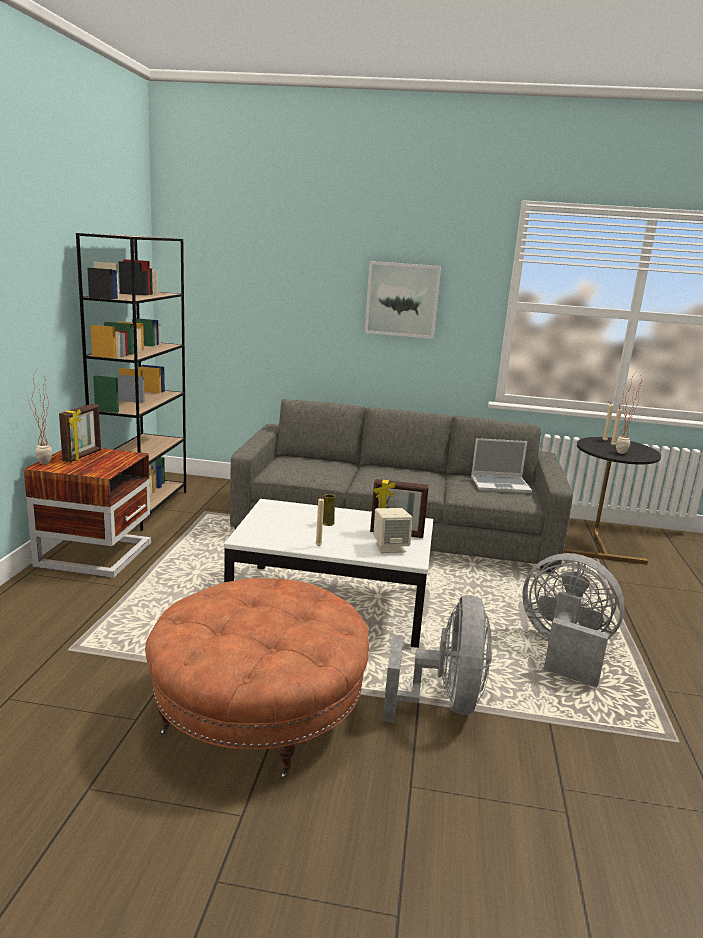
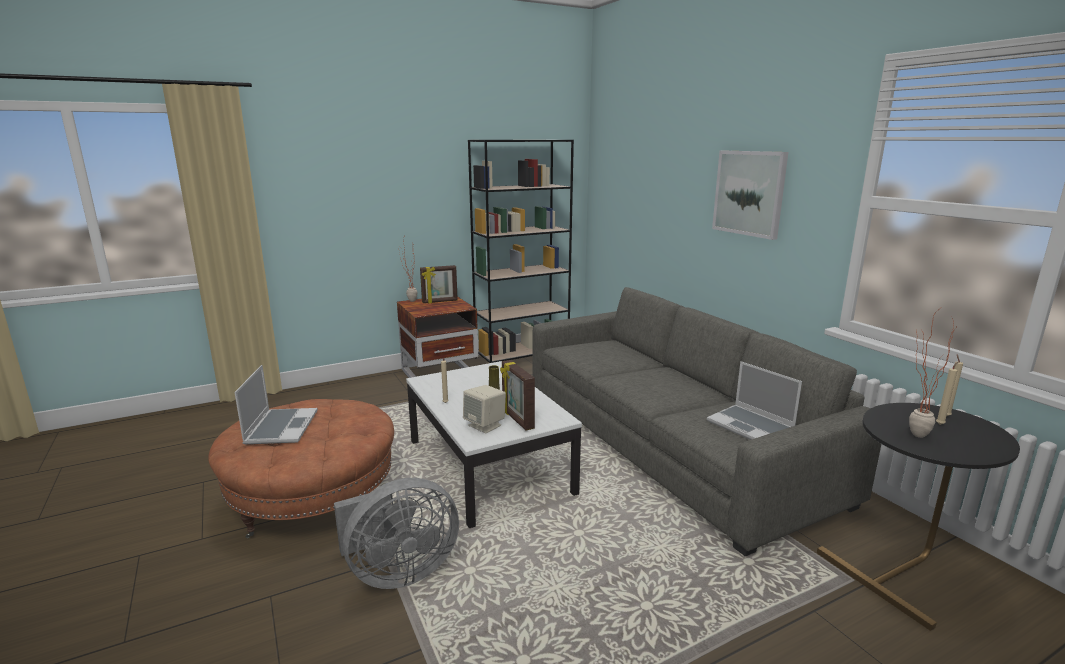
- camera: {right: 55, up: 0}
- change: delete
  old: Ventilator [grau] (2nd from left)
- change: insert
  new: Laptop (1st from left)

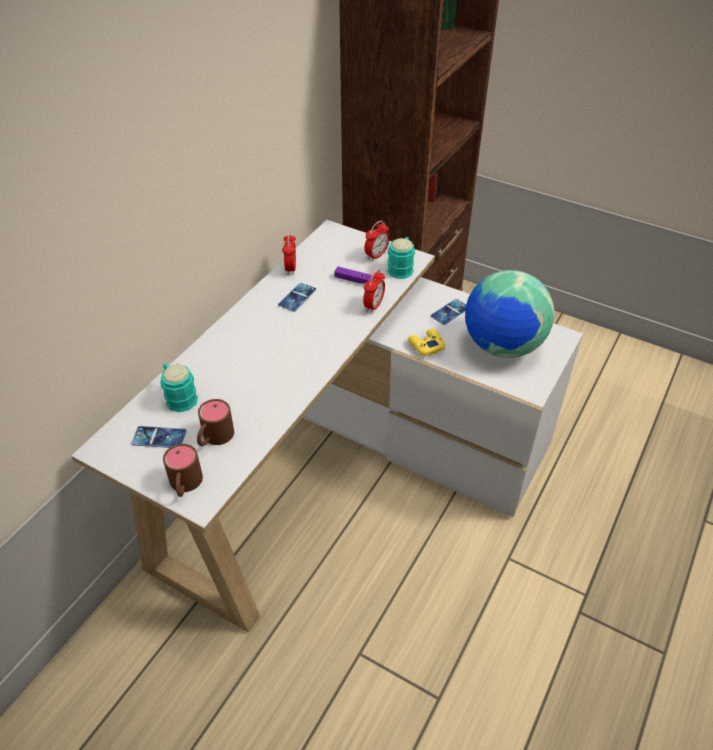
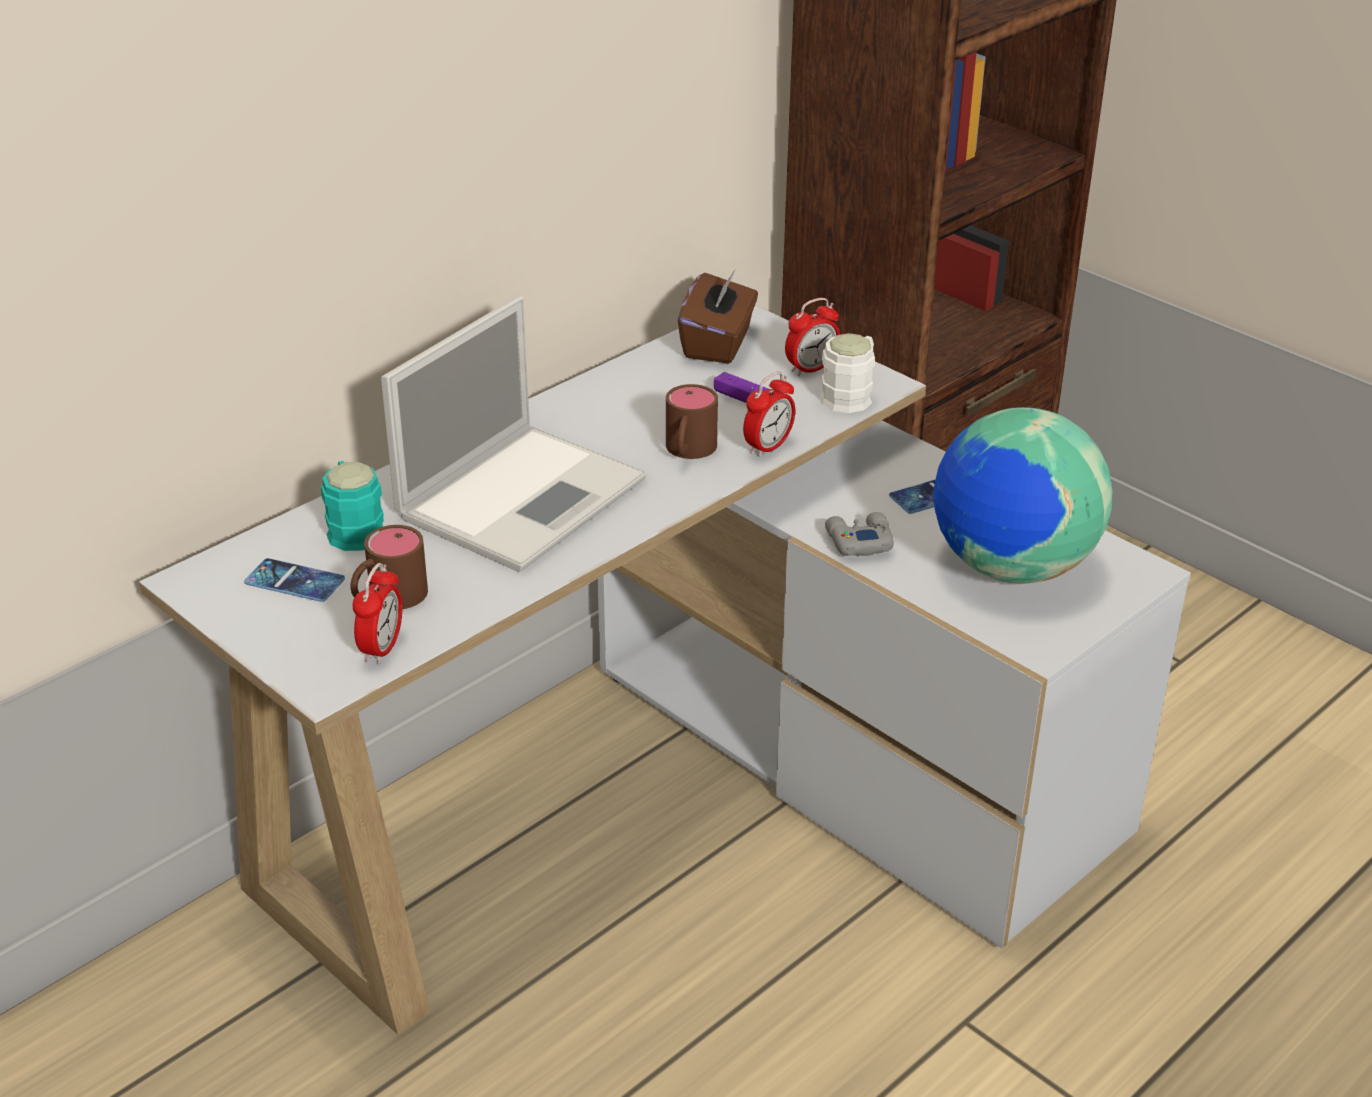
- camera: {right: 15, up: -10}
- change: move
  old: Henkelbecher [braun] (1st from left in the first image)
  new: Henkelbecher [braun] (2nd from left)
- change: delete
  old: Handy (2nd from left)
- change: move
  old: Wecker (1st from left)
- change: recolor
  old: Henkelbecher [türkis] (2nd from left)
  new: Henkelbecher [weiß]
- change: recolor
  old: Gamepad [gelb]
  new: Gamepad [grau]
- change: insert
  new: Laptop
- change: insert
  new: Taschentuchbox [braun]

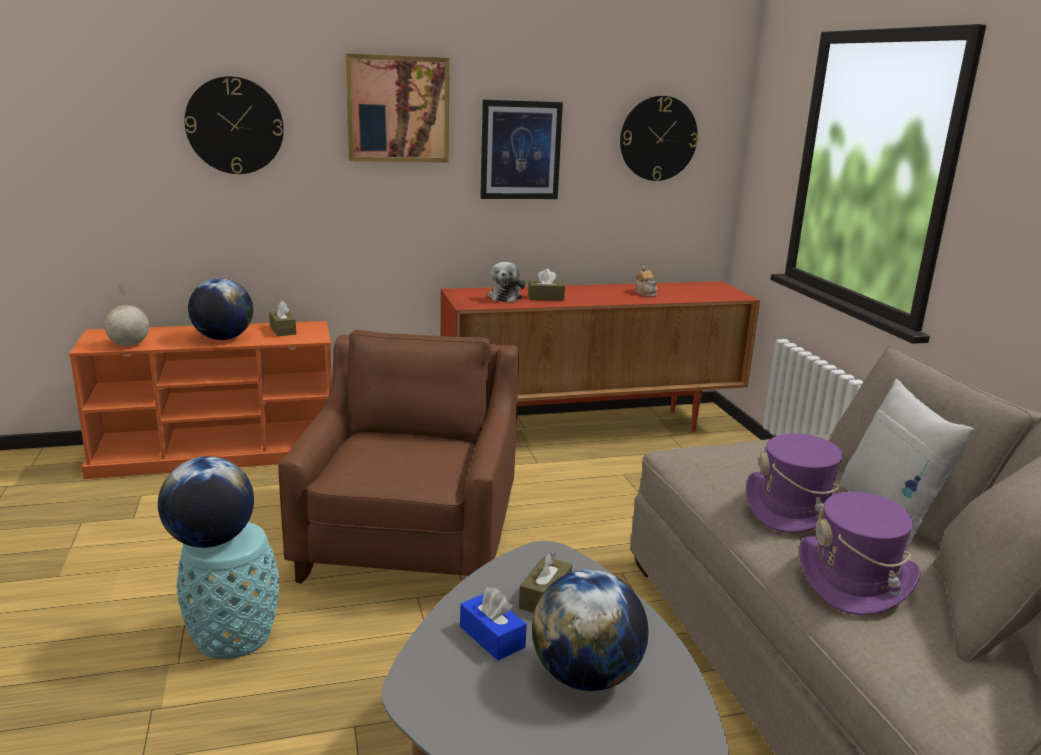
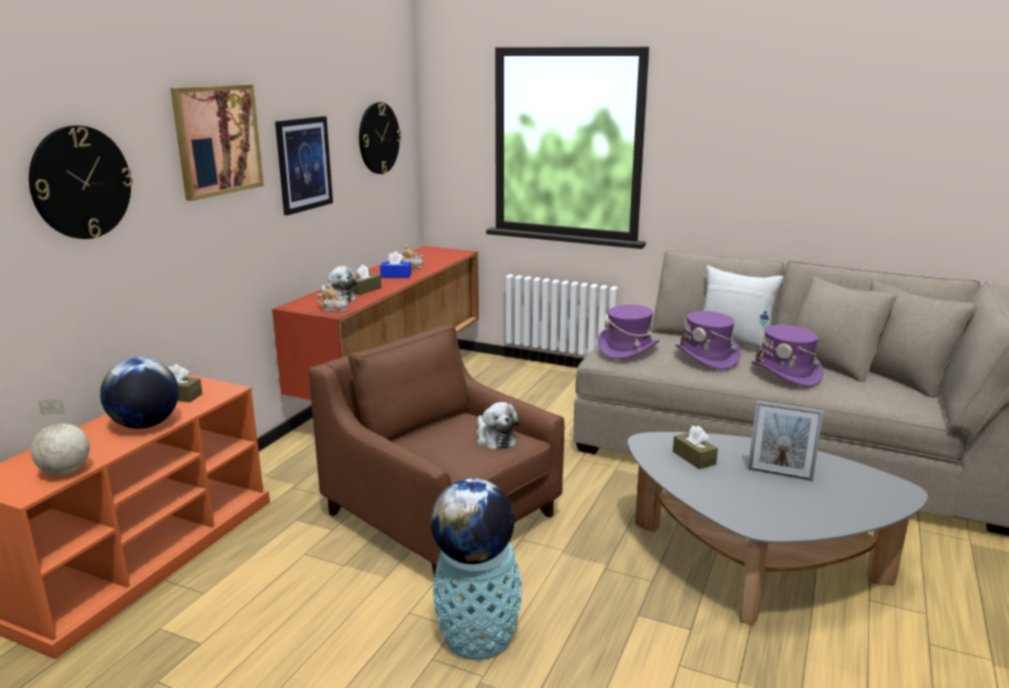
- camera: {right: -50, up: 0}
- change: move
  old: Taschentuchbox [blau]
- change: replace
  old: Globus (4th from left)
  new: Bilderrahmen
- change: insert
  new: Teekanne (1st from left)
- change: insert
  new: Plüschtier (2nd from left)
- change: insert
  new: Hut [lila] (1st from left)

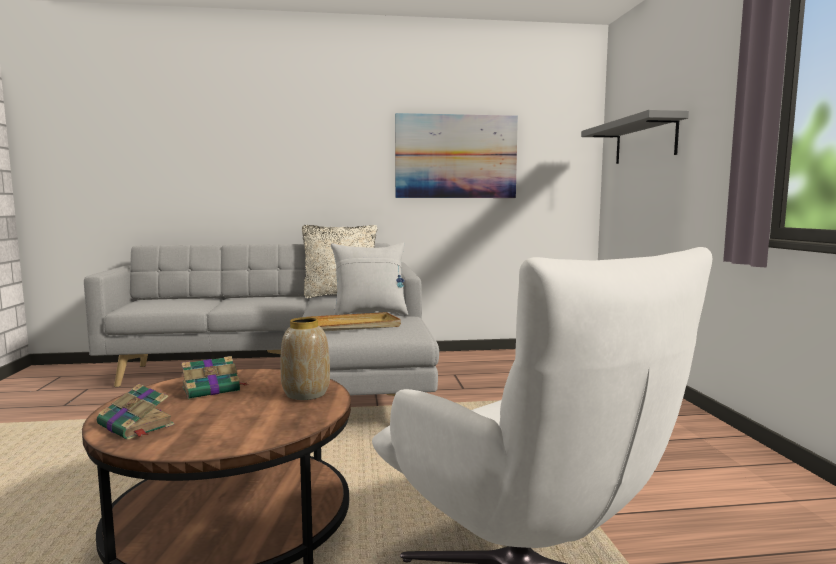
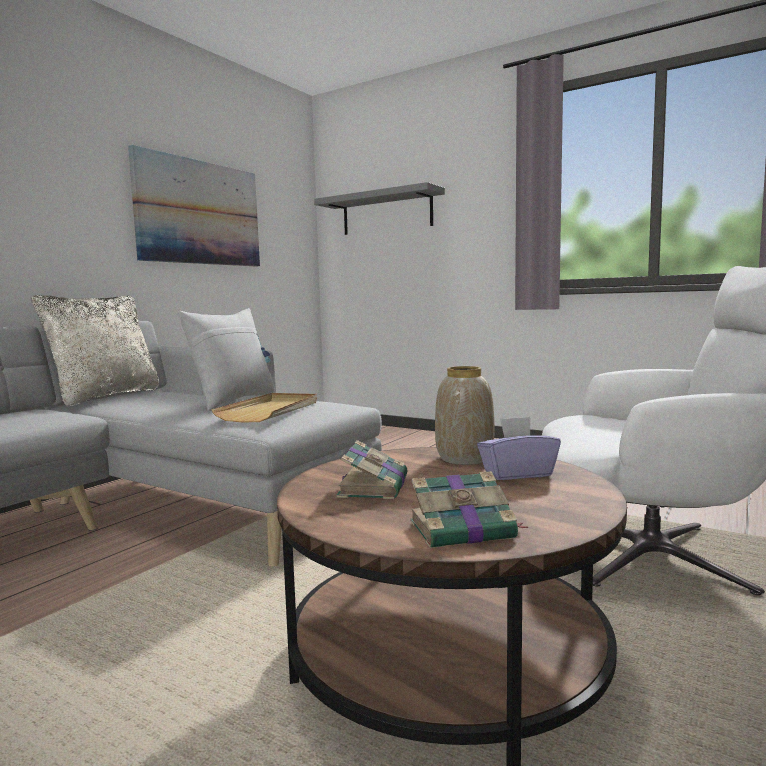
- camera: {right: -50, up: 0}
- change: insert
  new: Taschentuchbox [lila]

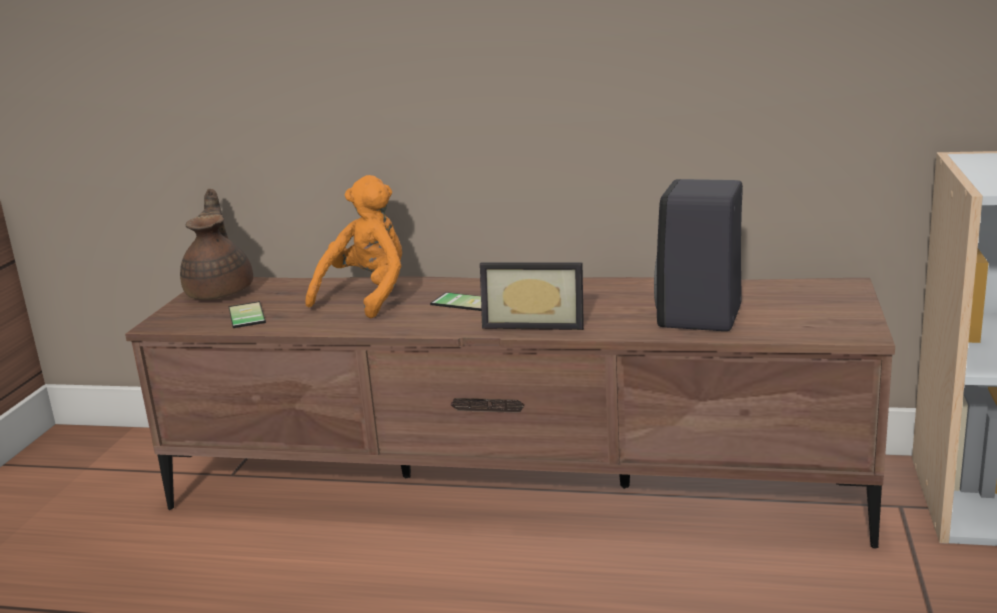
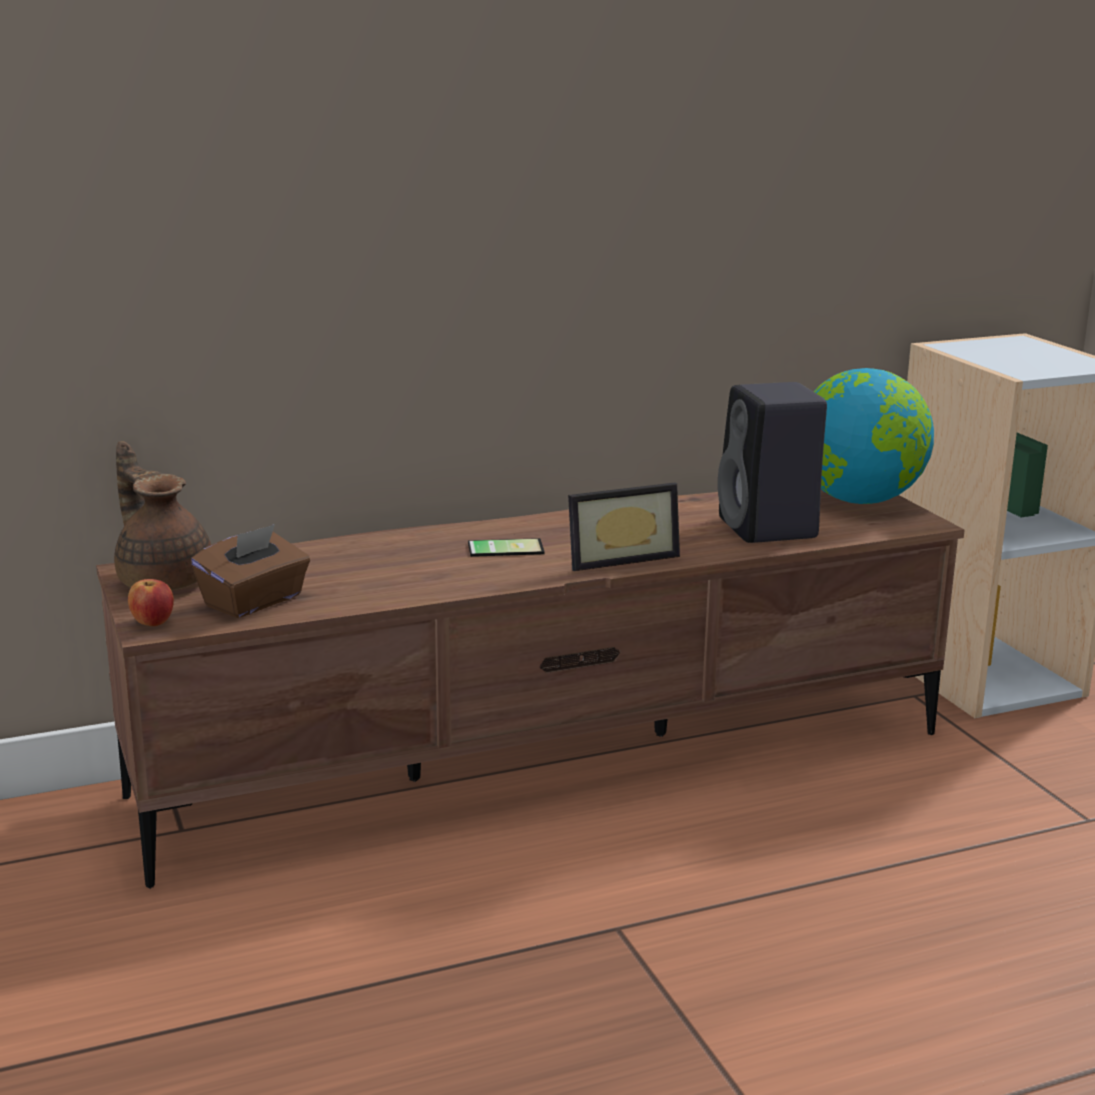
- camera: {right: -35, up: 0}
- change: replace
  old: Handy (1st from left)
  new: Taschentuchbox [braun]
- change: delete
  old: Plüschtier [orange]
- change: insert
  new: Apfel
- change: insert
  new: Globus

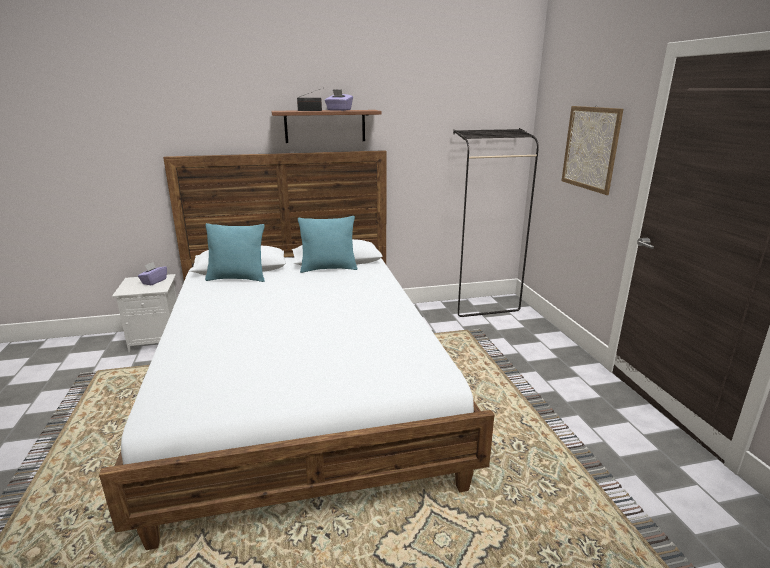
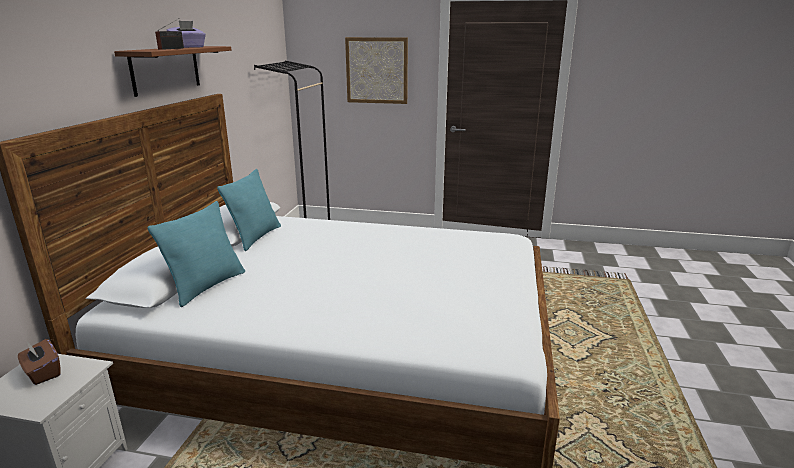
- camera: {right: -65, up: 0}
- change: recolor
  old: Taschentuchbox [lila] (1st from left)
  new: Taschentuchbox [braun]

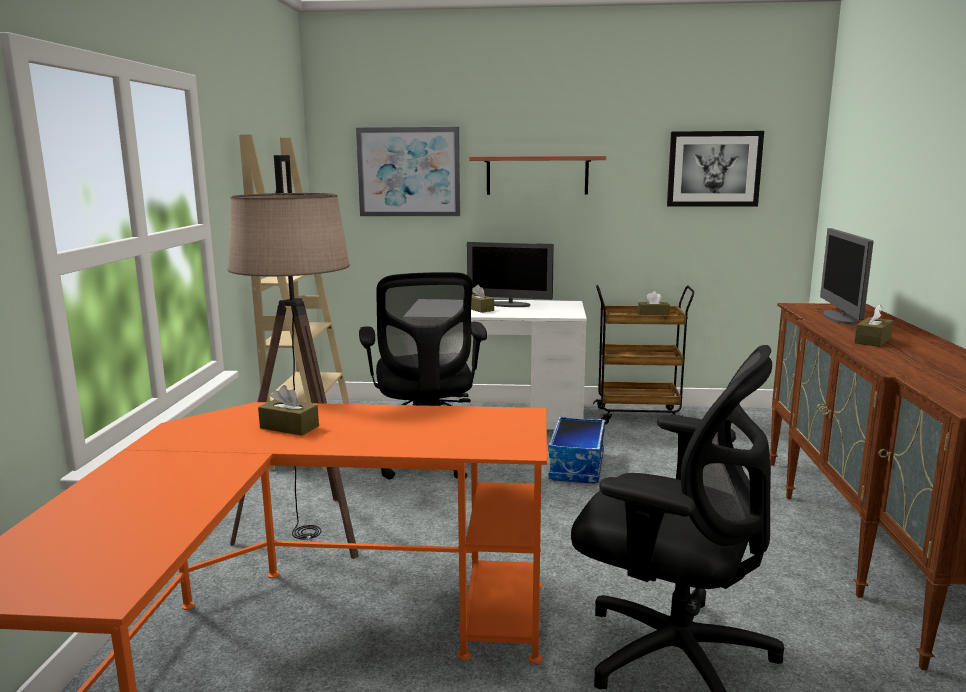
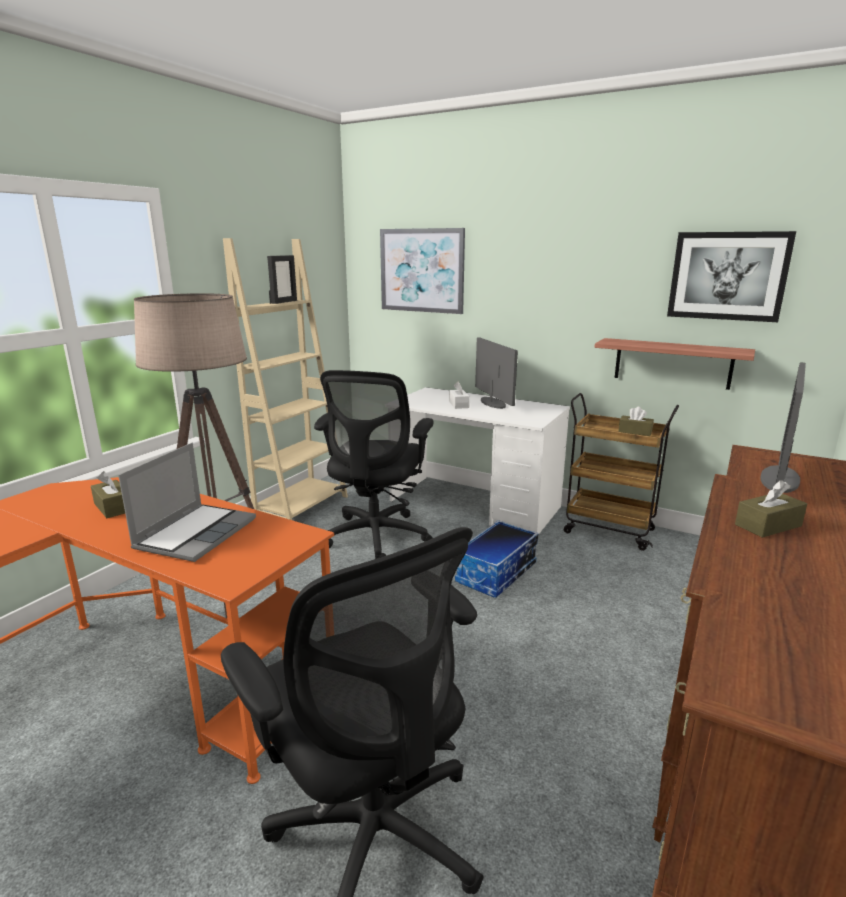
- camera: {right: 25, up: 5}
- change: rotate
  old: Monitor (1st from left)
  degrees: -150
- change: move
  old: Wandregal
- change: recolor
  old: Taschentuchbox [braun] (2nd from left)
  new: Taschentuchbox [weiß]
- change: insert
  new: Laptop

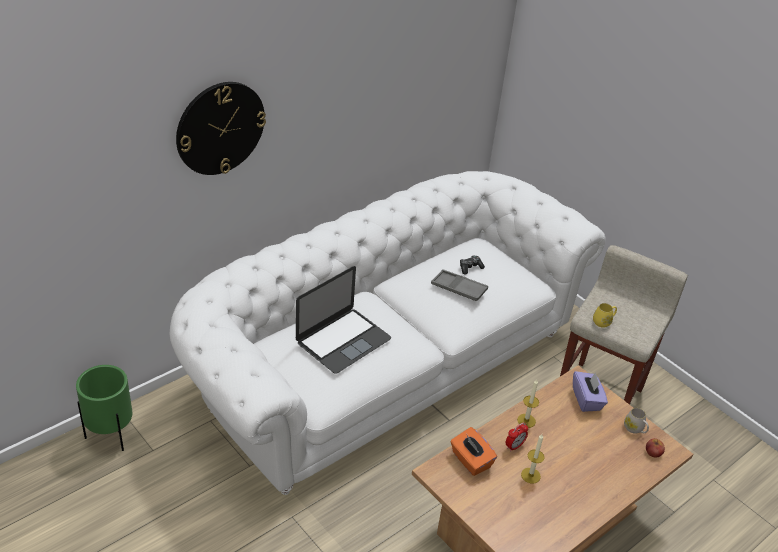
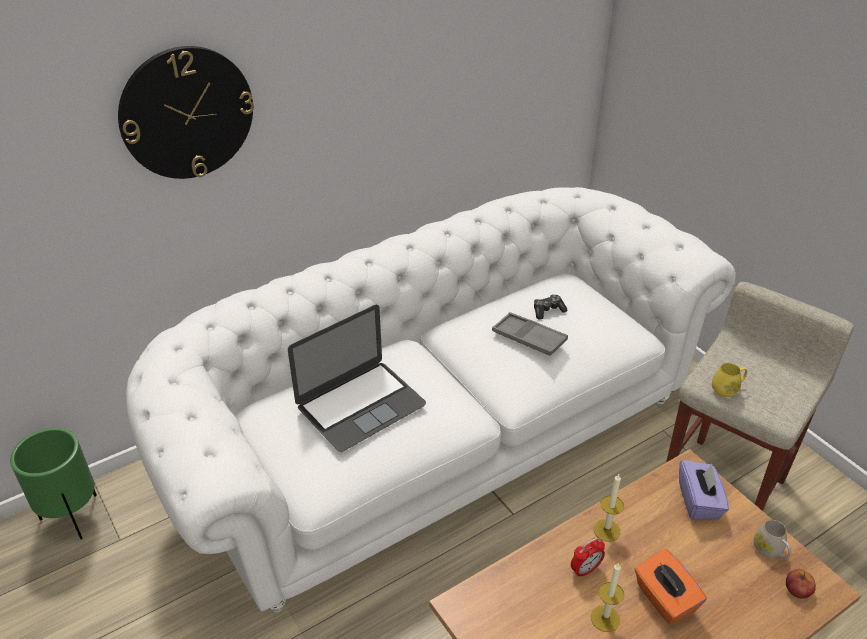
- camera: {right: 10, up: 0}
- change: move
  old: Taschentuchbox [orange]

